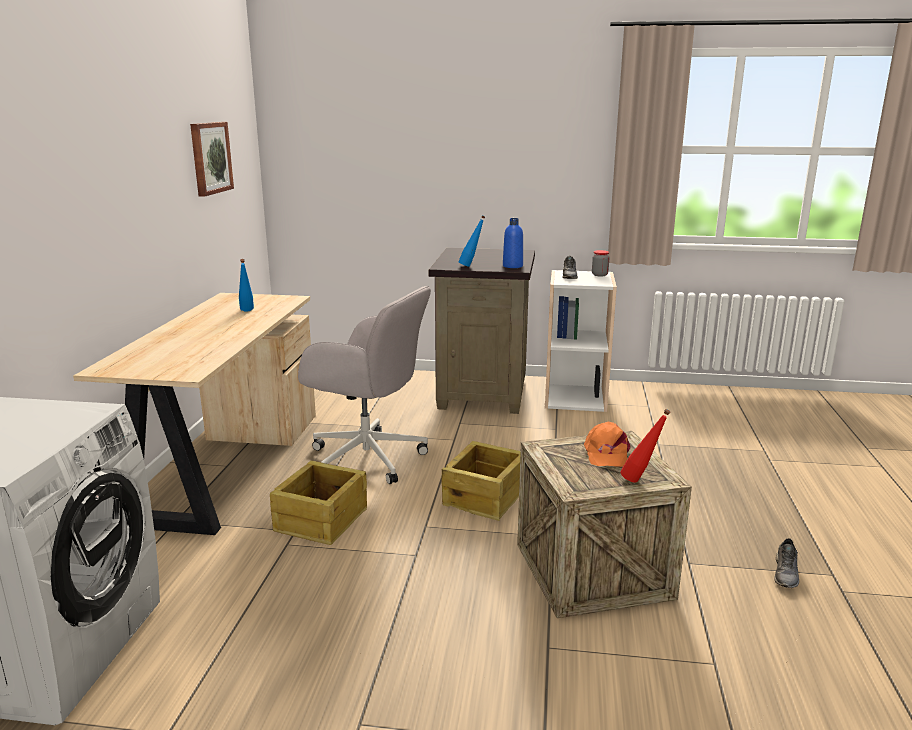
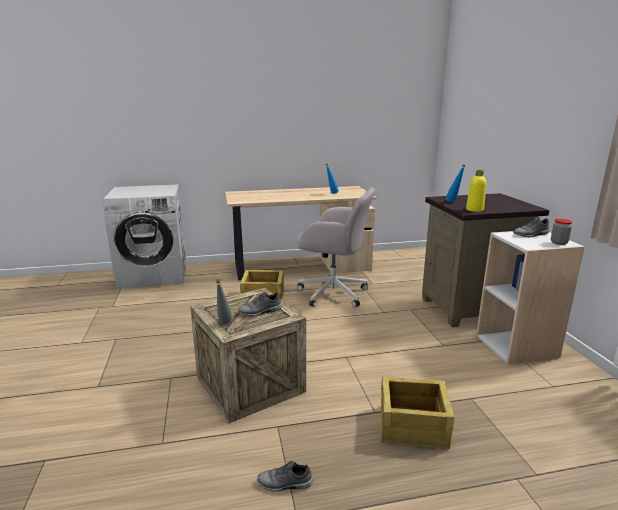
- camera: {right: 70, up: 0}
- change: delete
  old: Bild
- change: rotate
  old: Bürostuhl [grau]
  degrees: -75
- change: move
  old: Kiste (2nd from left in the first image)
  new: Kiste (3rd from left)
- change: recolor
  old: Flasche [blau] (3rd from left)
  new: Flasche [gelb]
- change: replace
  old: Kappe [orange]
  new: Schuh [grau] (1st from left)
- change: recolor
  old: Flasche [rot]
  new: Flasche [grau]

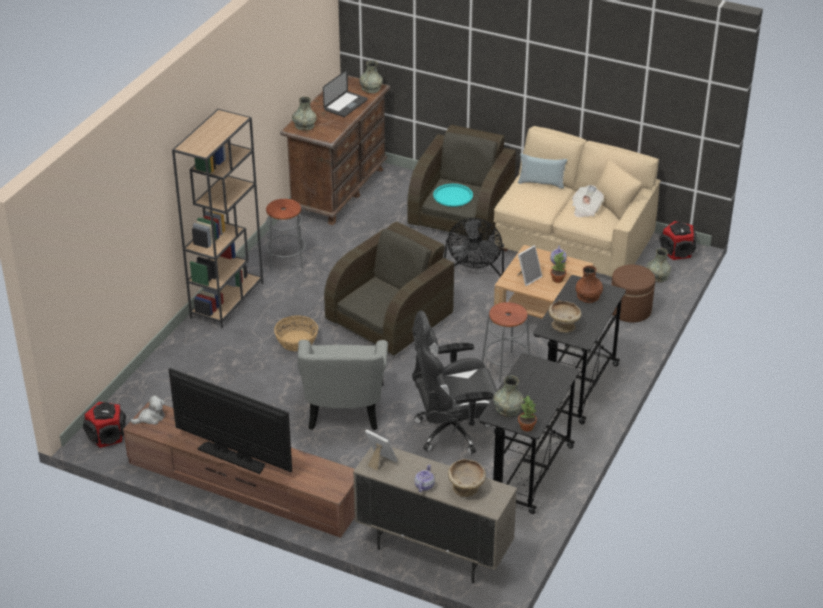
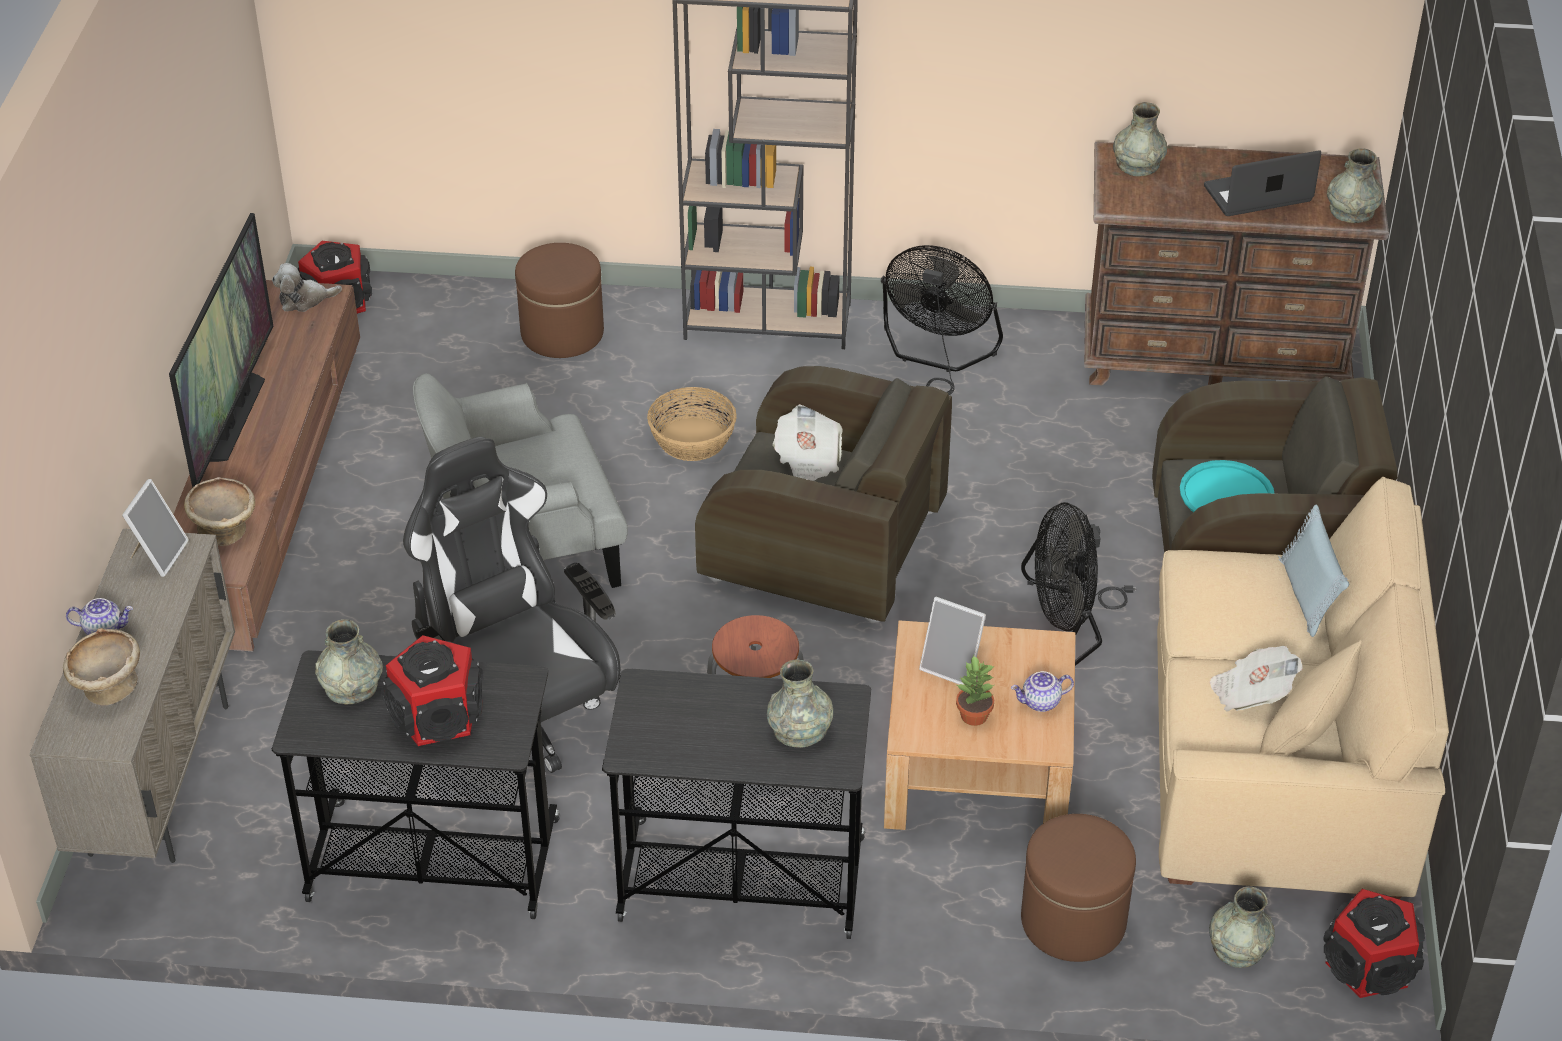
- camera: {right: 70, up: 5}
- change: rotate
  old: Plüschtier
  degrees: 120
- change: replace
  old: Hocker [grau] (1st from left)
  new: Ventilator [schwarz] (1st from left)
- change: rotate
  old: Laptop
  degrees: 150
- change: delete
  old: Topfpflanze (1st from left)
- change: move
  old: Schüssel [beige] (2nd from left)
- change: recolor
  old: Vase [braun]
  new: Vase [grau] (2nd from left)
- change: insert
  new: Lautsprecher (2nd from left)
- change: insert
  new: Polsterhocker [braun] (1st from left)
- change: insert
  new: Zeitung (1st from left)

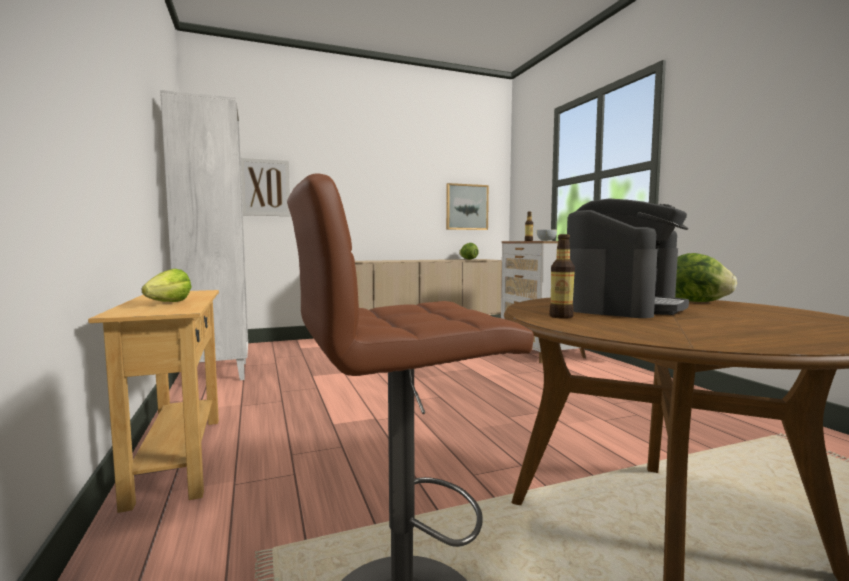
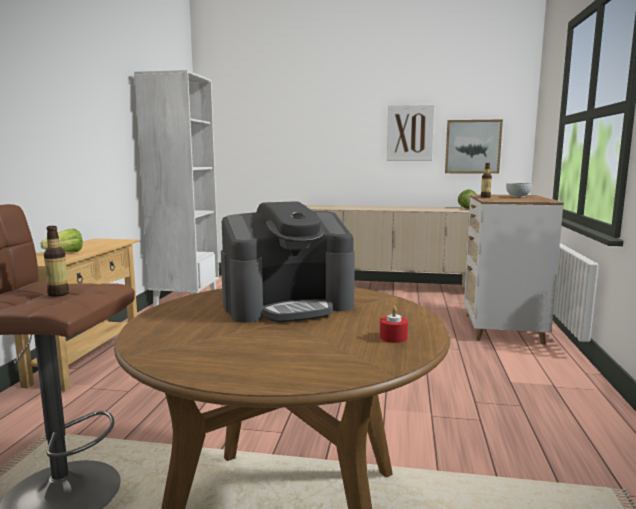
- camera: {right: 30, up: 5}
- change: move
  old: Bild (1st from left)
- change: move
  old: Flasche (2nd from left in the first image)
  new: Flasche (1st from left)
- change: delete
  old: Salatkopf (3rd from left)
- change: insert
  new: Kerze [rot]

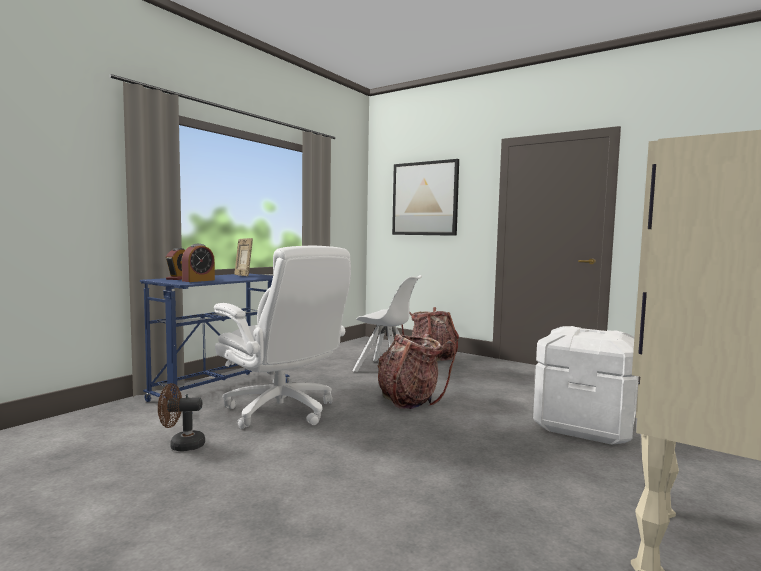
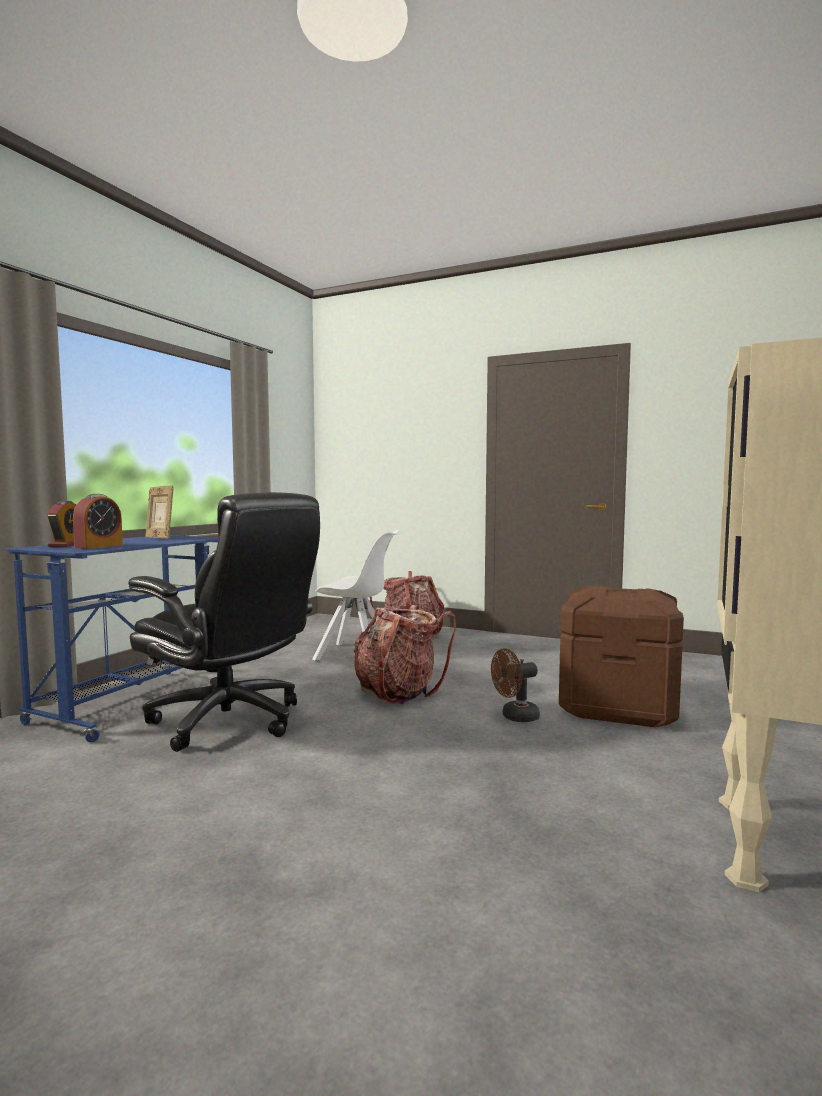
- camera: {right: -10, up: 0}
- change: move
  old: Ventilator [braun]
- change: recolor
  old: Bürostuhl [weiß]
  new: Bürostuhl [schwarz]
- change: delete
  old: Bild
- change: recolor
  old: Aufbewahrungsbox [weiß]
  new: Aufbewahrungsbox [braun]

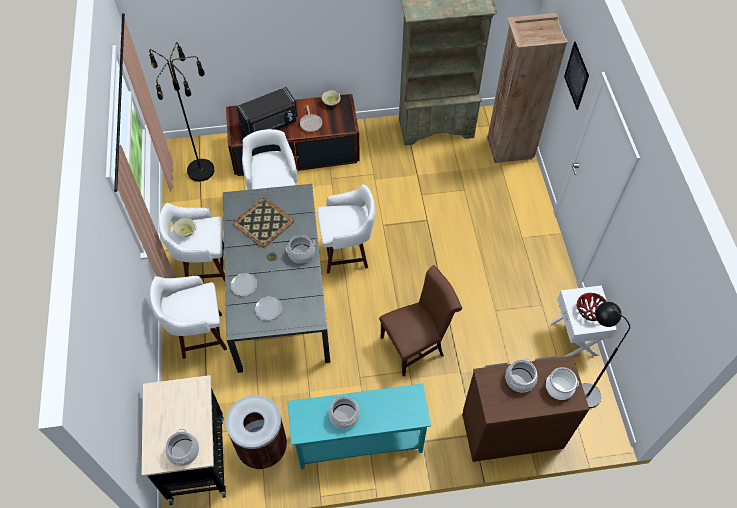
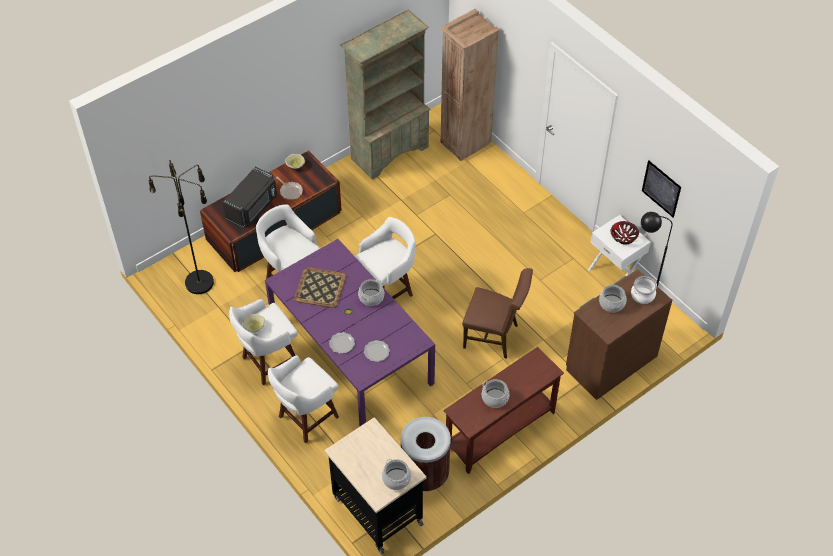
- camera: {right: -30, up: -5}
- change: recolor
  old: Esstisch [grau]
  new: Esstisch [lila]
- change: recolor
  old: Konsolentisch [türkis]
  new: Konsolentisch [braun]
- change: rotate
  old: Stuhl [braun]
  degrees: 75
- change: move
  old: Bild

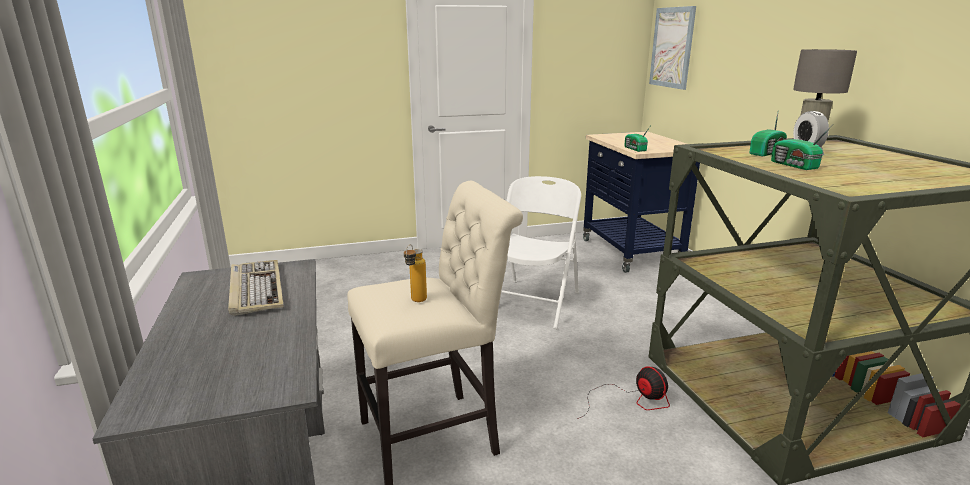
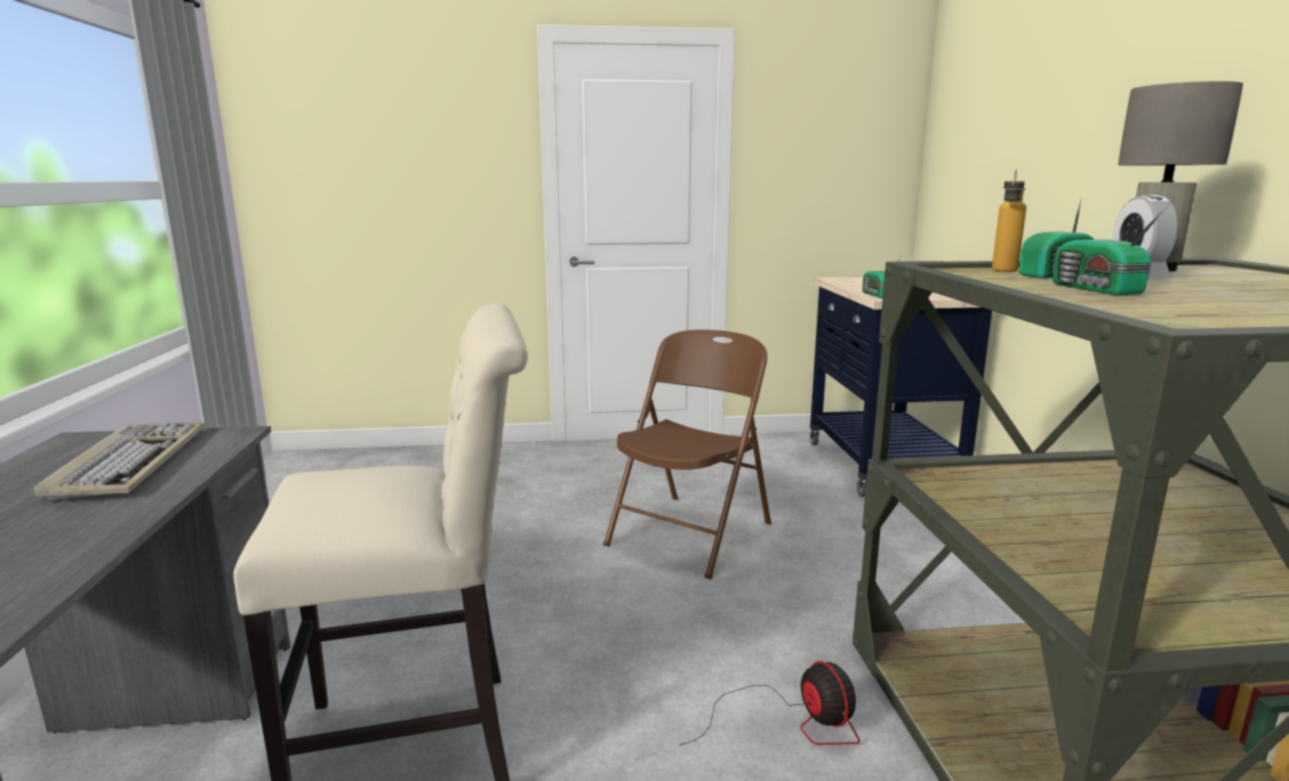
- camera: {right: 10, up: -5}
- change: move
  old: Flasche
- change: recolor
  old: Stuhl [weiß]
  new: Stuhl [braun]
- change: delete
  old: Bild

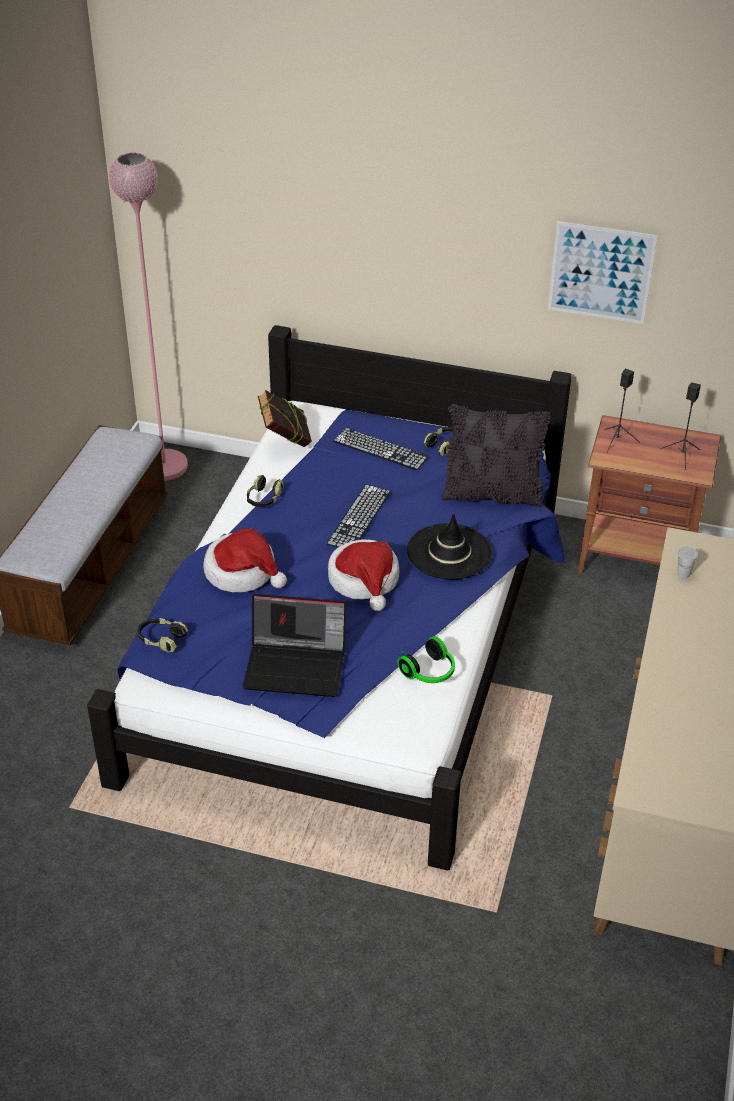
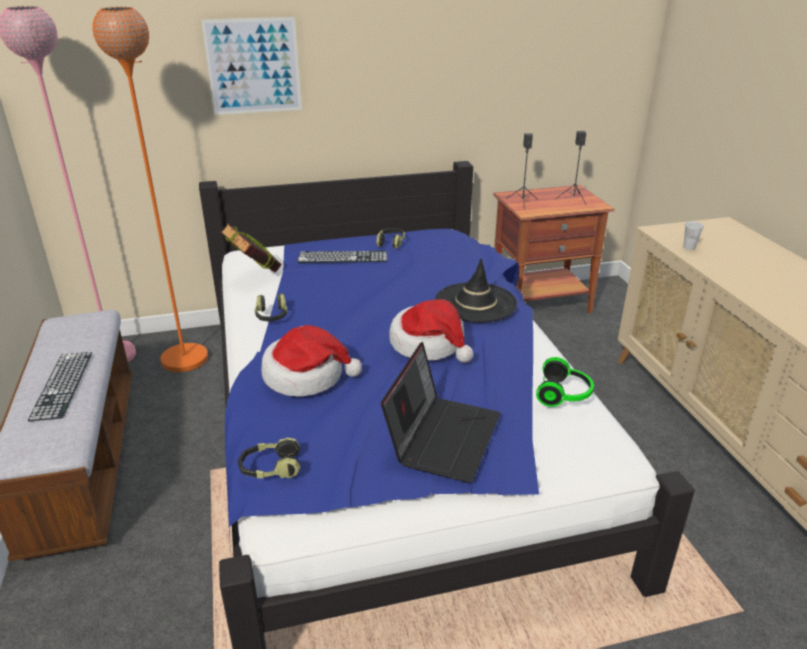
- camera: {right: -30, up: -10}
- change: rotate
  old: Laptop
  degrees: -45
- change: move
  old: Tastatur (1st from left)
- change: delete
  old: Kissen [schwarz]
- change: move
  old: Bild
- change: insert
  new: Stehlampe [orange]

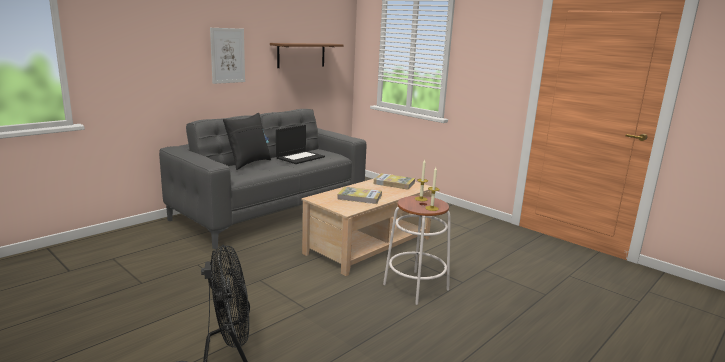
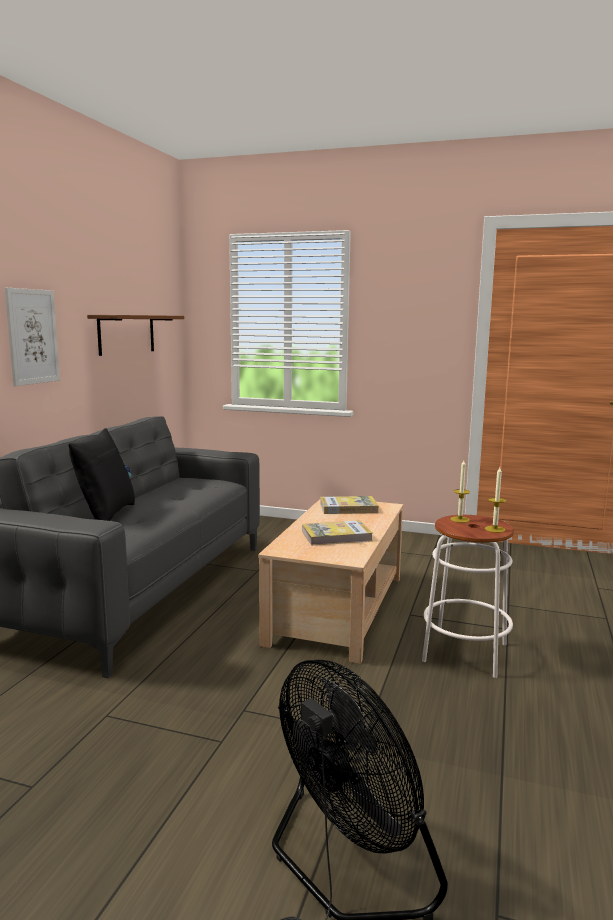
- camera: {right: -25, up: -5}
- change: delete
  old: Laptop

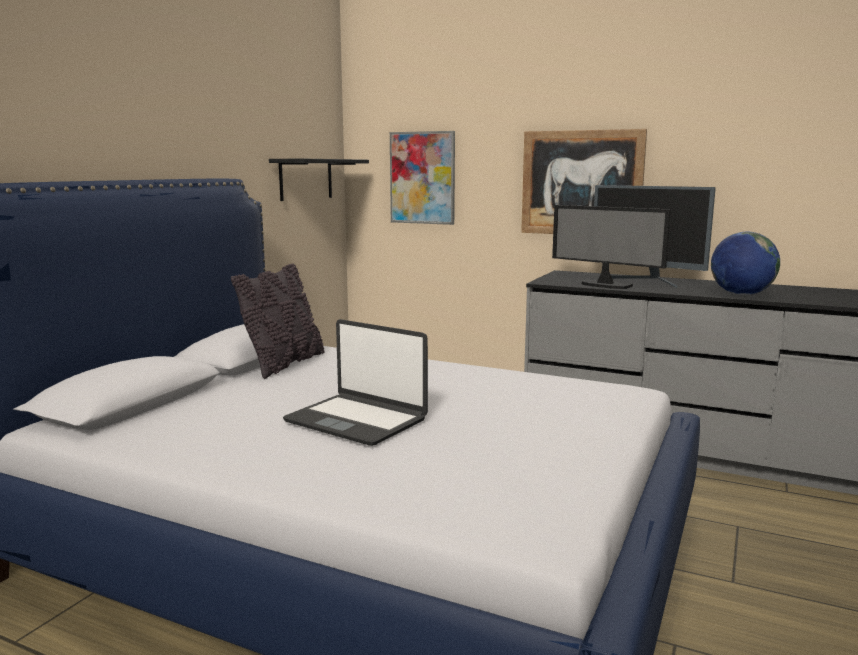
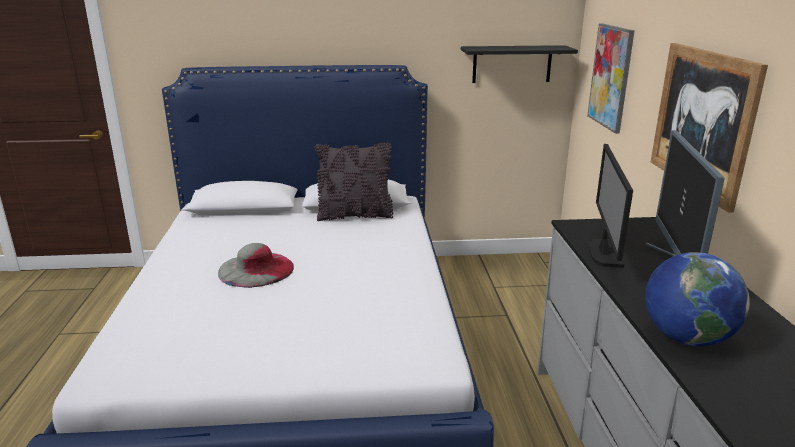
- camera: {right: 60, up: 10}
- change: replace
  old: Laptop
  new: Hut [grau]

